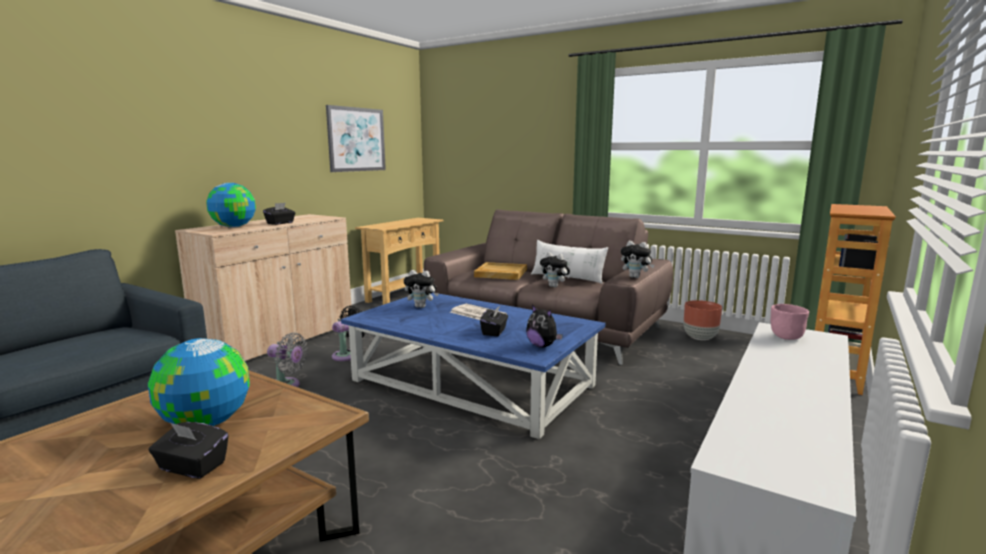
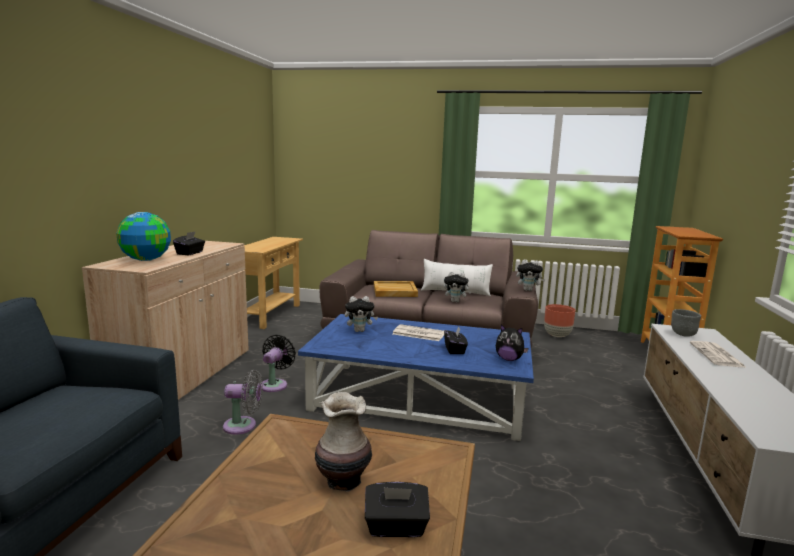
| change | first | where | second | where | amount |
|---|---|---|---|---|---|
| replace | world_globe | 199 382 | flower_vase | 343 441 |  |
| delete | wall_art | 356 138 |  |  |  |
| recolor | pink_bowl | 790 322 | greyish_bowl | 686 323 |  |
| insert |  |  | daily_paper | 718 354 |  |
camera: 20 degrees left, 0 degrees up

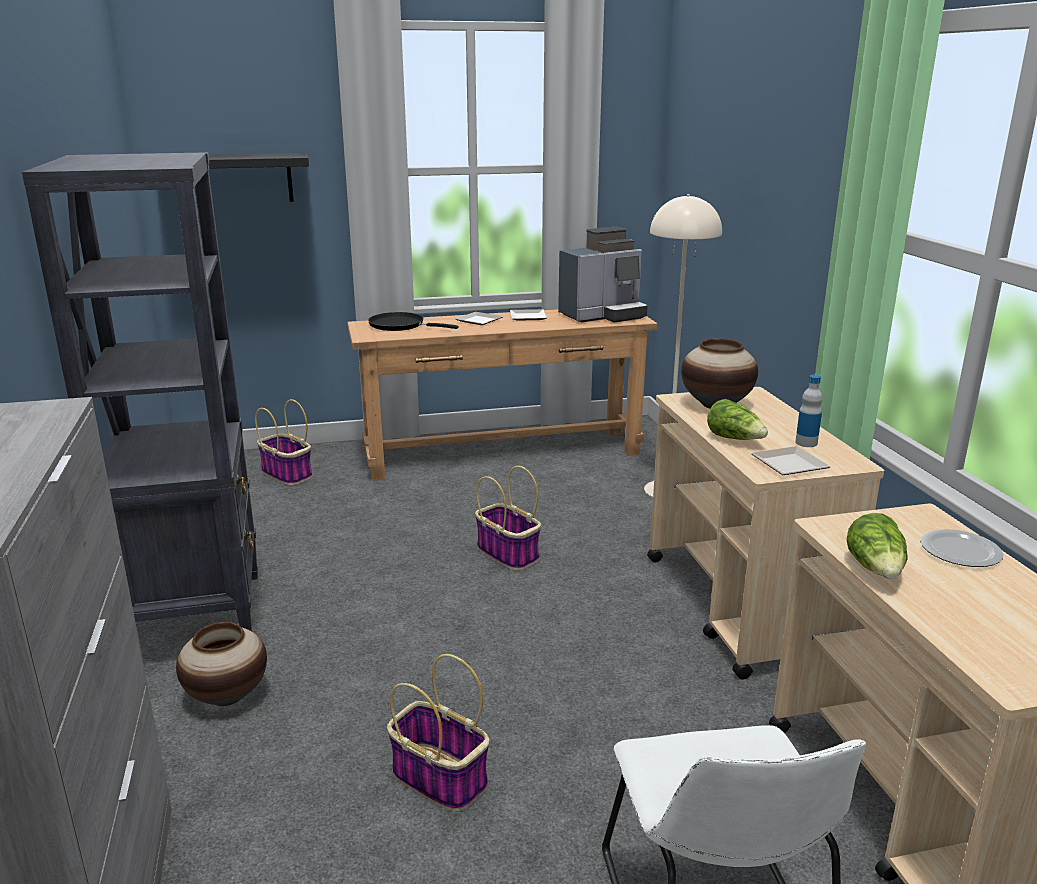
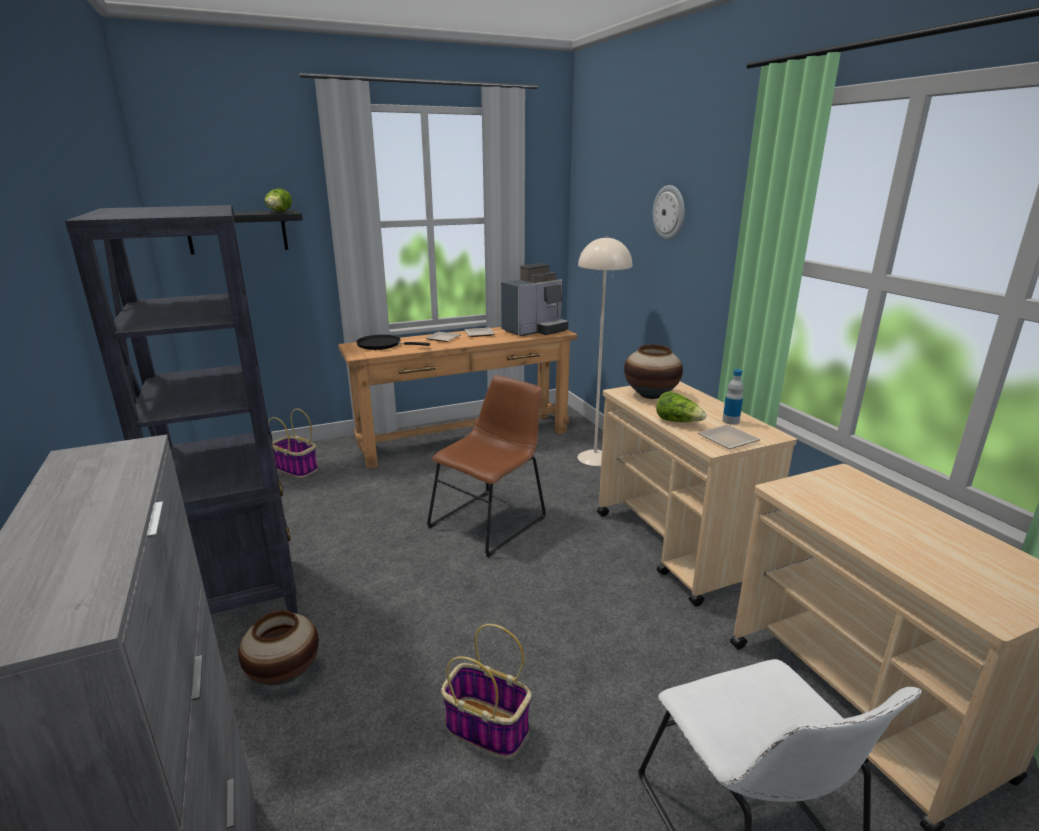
| change | first | where | second | where | amount |
|---|---|---|---|---|---|
| replace | basket | 508 518 | brownish_upright_chair | 486 466 |  |
| move | lettuce_head | 877 546 |  | 278 200 |  |
| delete | plate | 962 548 |  |  |  |
| insert |  |  | clock_on_the_wall | 669 212 |  |
camera: 10 degrees left, 0 degrees up

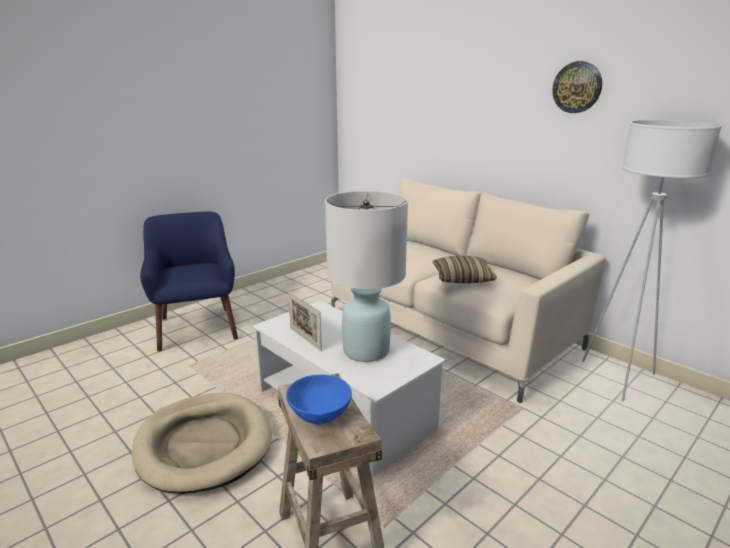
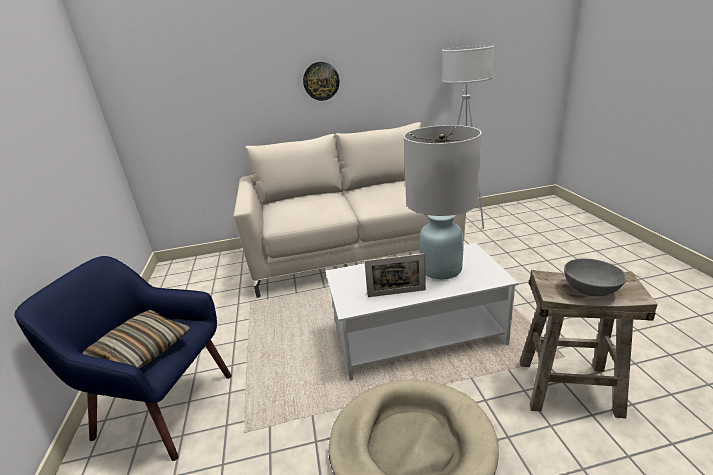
| change | first | where | second | where | amount |
|---|---|---|---|---|---|
| recolor | bluish_bowl | 319 399 | greyish_bowl | 595 278 |  |
| move | pillow | 464 269 |  | 136 339 |  |
| move | clock_on_the_wall | 577 87 |  | 321 81 |  |
camera: 55 degrees left, 5 degrees up

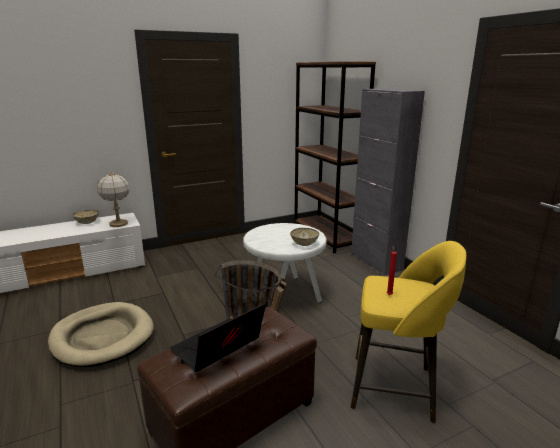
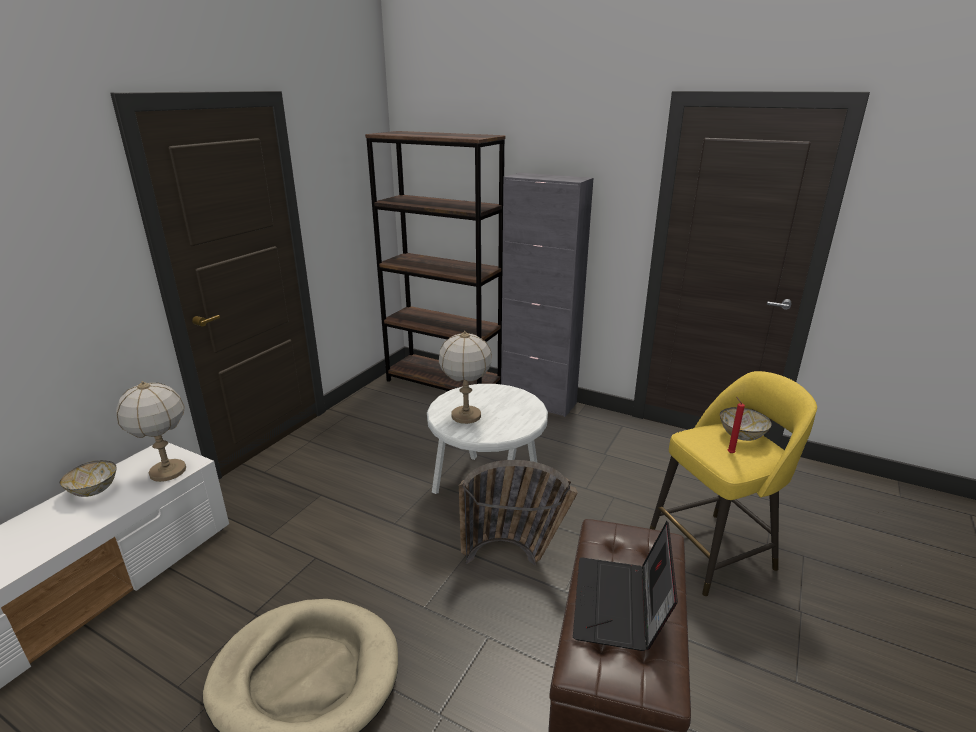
| change | first | where | second | where | amount |
|---|---|---|---|---|---|
| move | bowl | 304 237 |  | 745 424 |  |
| insert |  |  | lamp_for_a_table | 465 377 |  |
camera: 35 degrees left, 5 degrees up

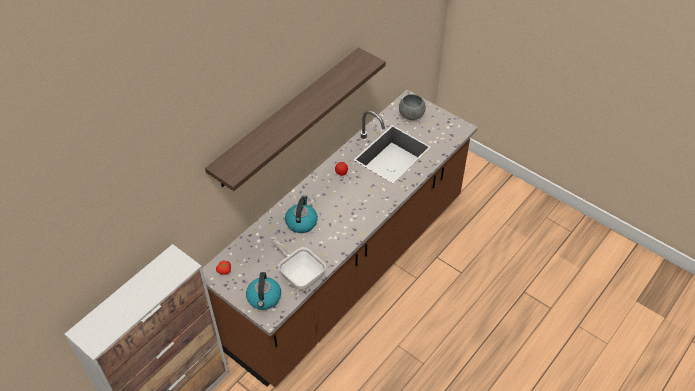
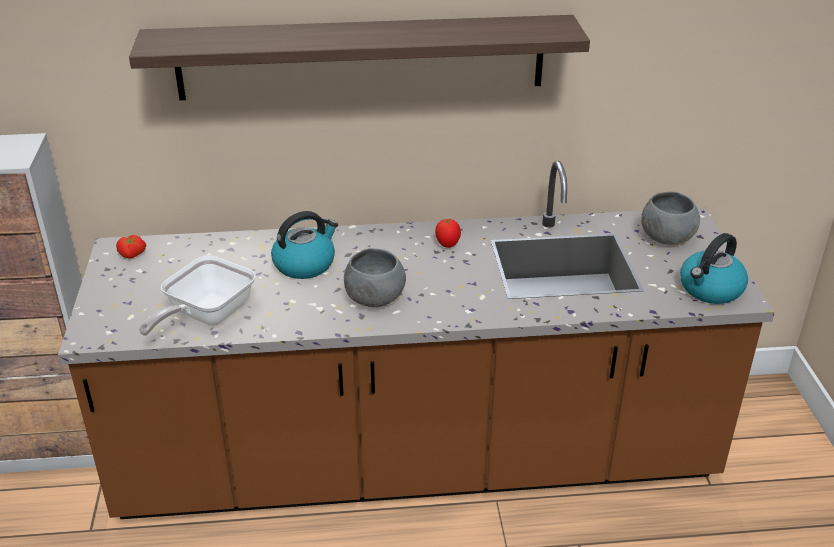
| change | first | where | second | where | amount |
|---|---|---|---|---|---|
| move | tea_kettle | 263 291 |  | 714 268 |  |
| rotate | skillet | 298 263 |  | 197 295 | 150 degrees counterclockwise |
| insert |  |  | greyish_bowl | 375 277 |  |
camera: 45 degrees right, 15 degrees down

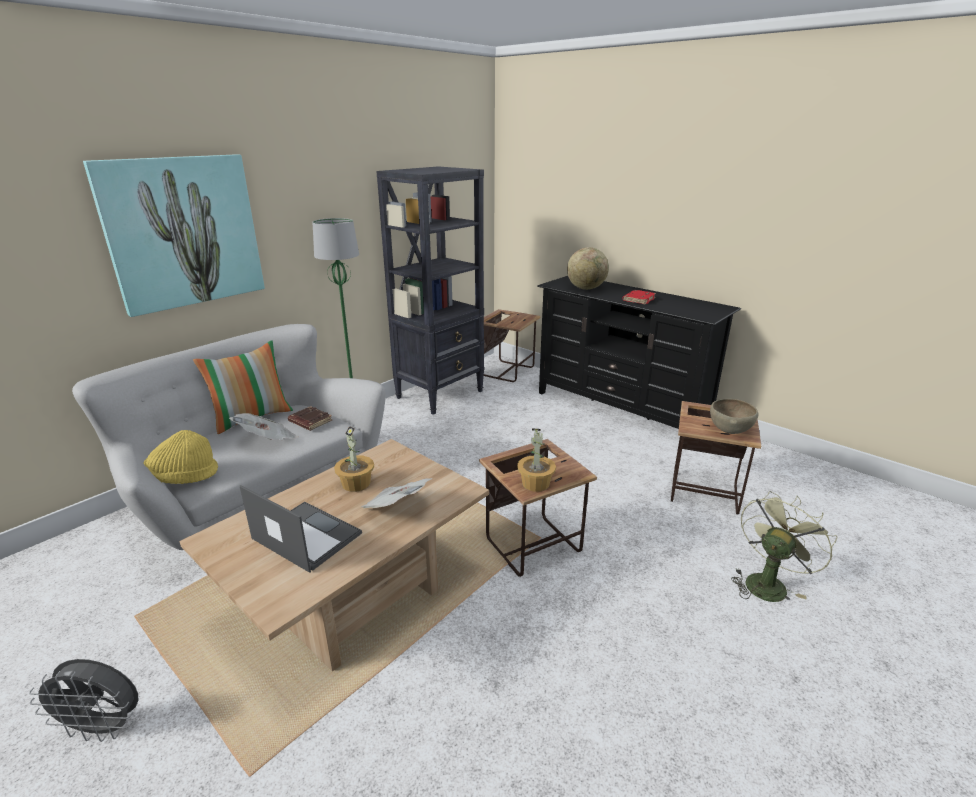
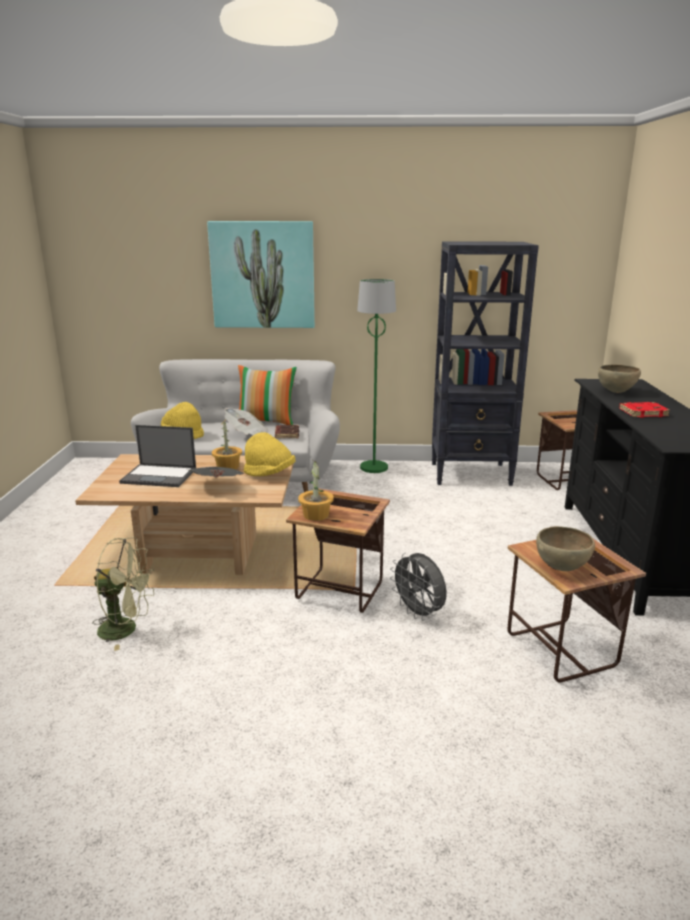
| change | first | where | second | where | amount |
|---|---|---|---|---|---|
| move | greyish_electric_fan | 83 700 |  | 418 587 |  |
| rotate | laptop | 301 529 |  | 157 456 | 105 degrees clockwise |
| replace | world_globe | 588 268 | brownish_bowl | 619 378 |  |
| move | green_electric_fan | 784 546 |  | 123 594 |  |
| insert |  |  | yellow-coloured_clothing_hat | 269 454 |  |
camera: 50 degrees right, 5 degrees down

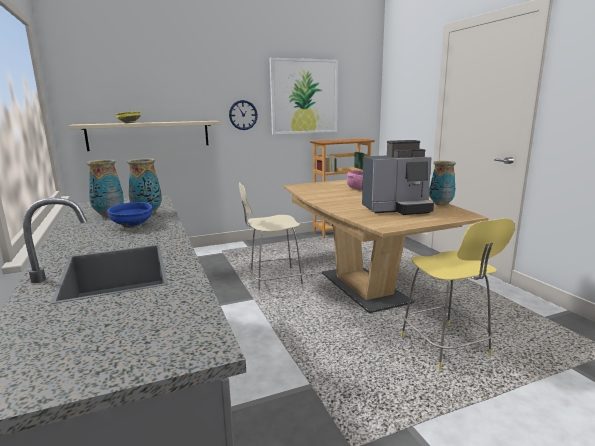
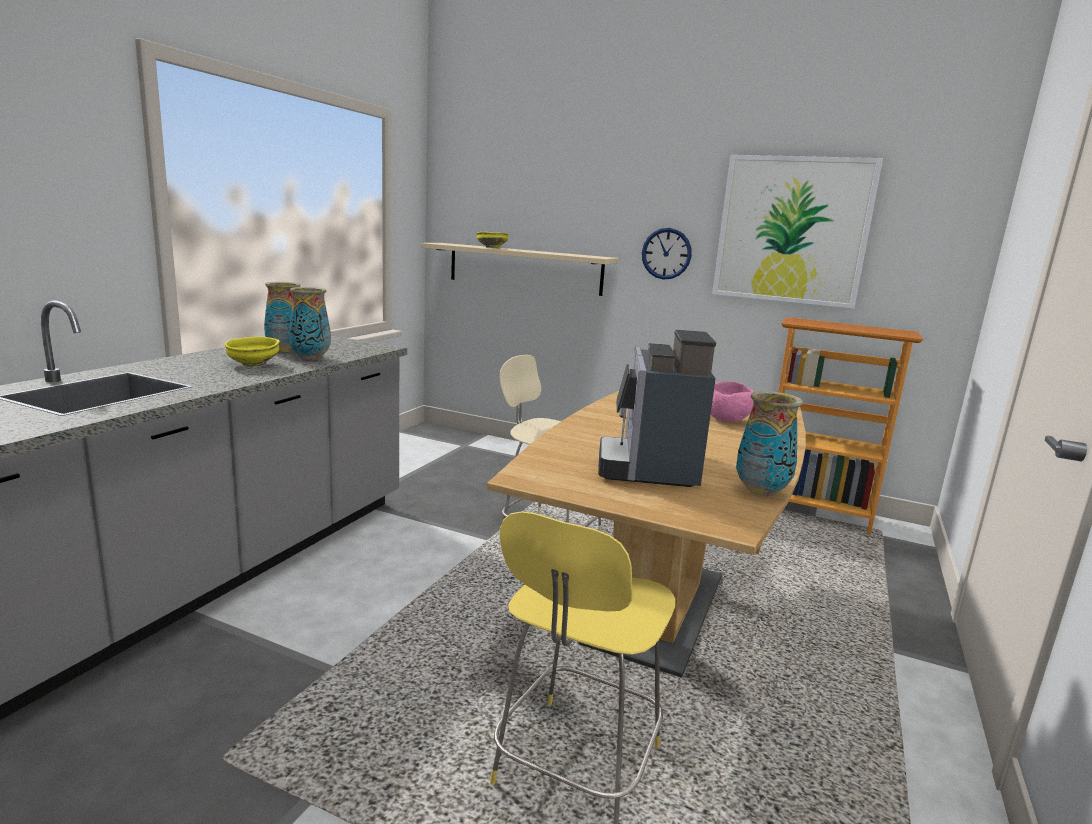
| change | first | where | second | where | amount |
|---|---|---|---|---|---|
| recolor | bluish_bowl | 130 215 | yellow-coloured_bowl | 252 352 |  |
| rotate | coffee_machine | 398 177 |  | 657 408 | 60 degrees clockwise |
camera: 45 degrees right, 0 degrees up

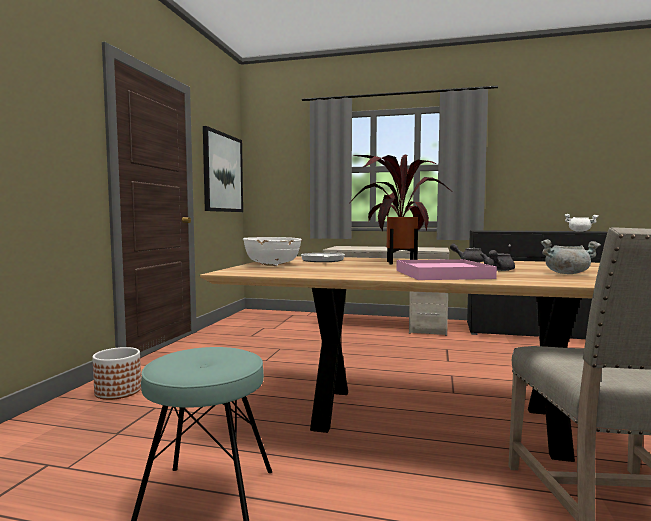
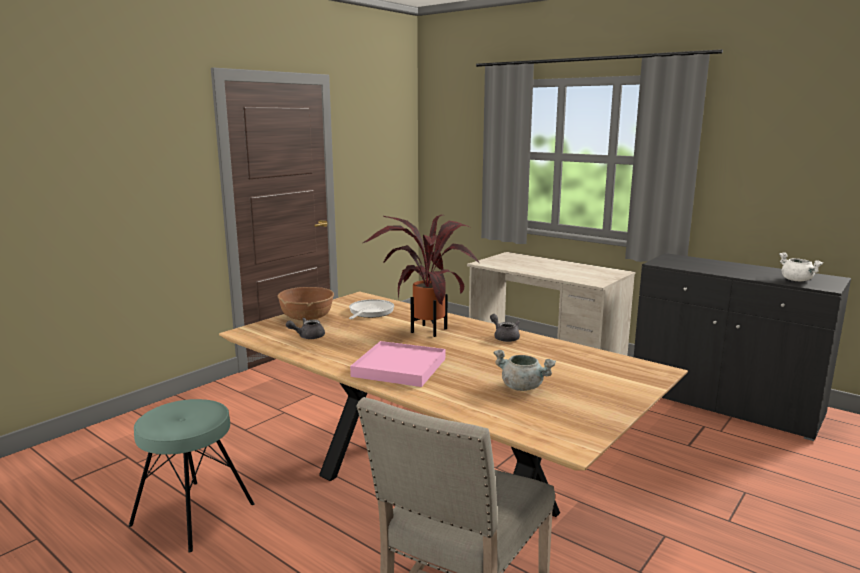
| change | first | where | second | where | amount |
|---|---|---|---|---|---|
| delete | flower_pot | 116 373 |  |  |  |
| delete | wall_art | 223 169 |  |  |  |
| recolor | whitish_bowl | 272 251 | brownish_bowl | 306 304 |  |
| move | greyish_teapot | 497 260 |  | 305 328 |  |
camera: 25 degrees right, 10 degrees up

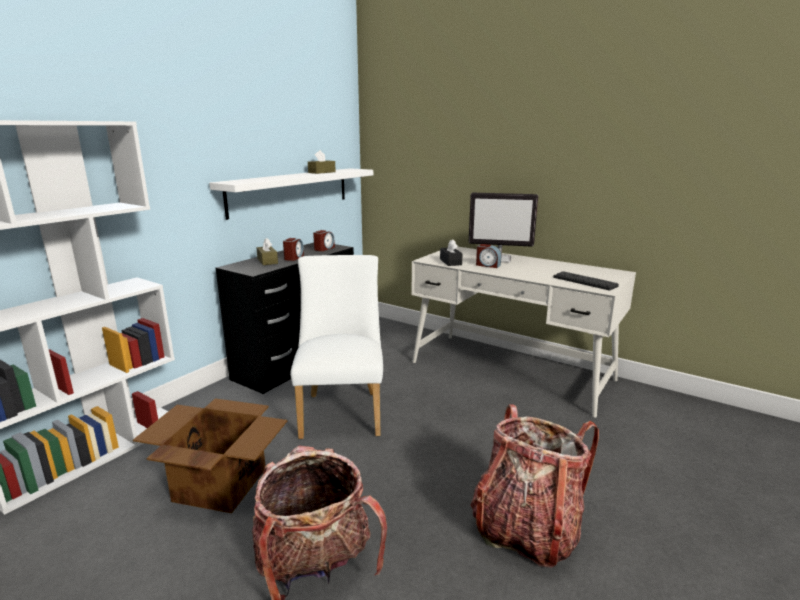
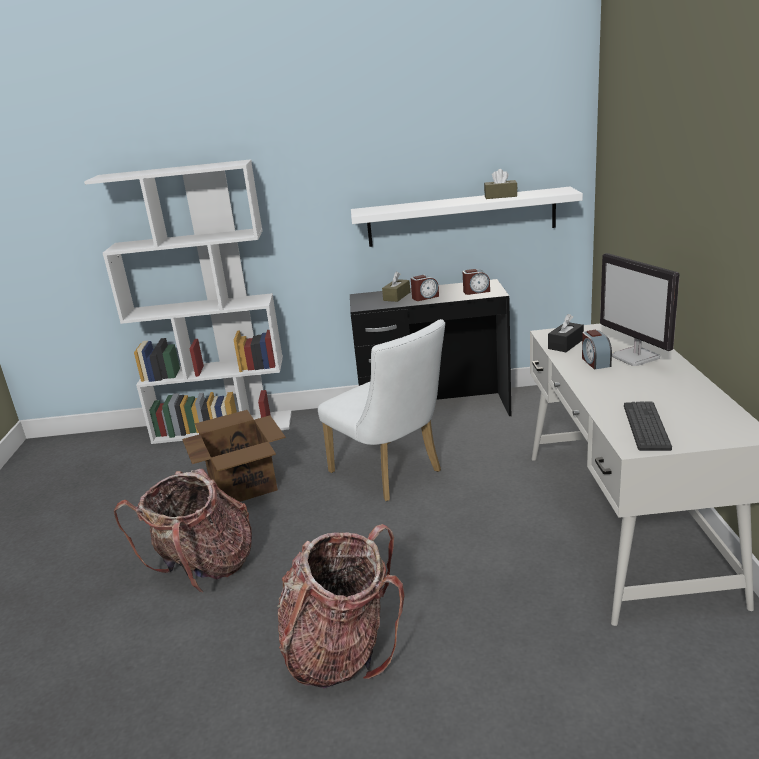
| change | first | where | second | where | amount |
|---|---|---|---|---|---|
| rotate | whitish_upright_chair | 336 347 |  | 381 410 | 90 degrees clockwise |
camera: 55 degrees right, 5 degrees up

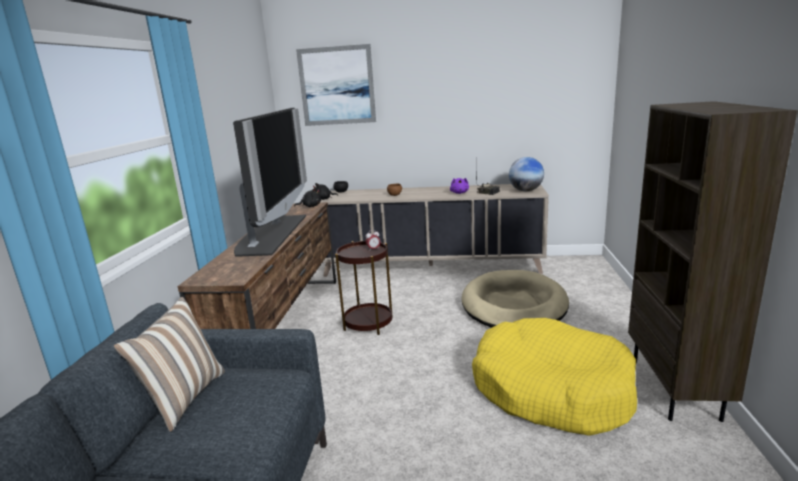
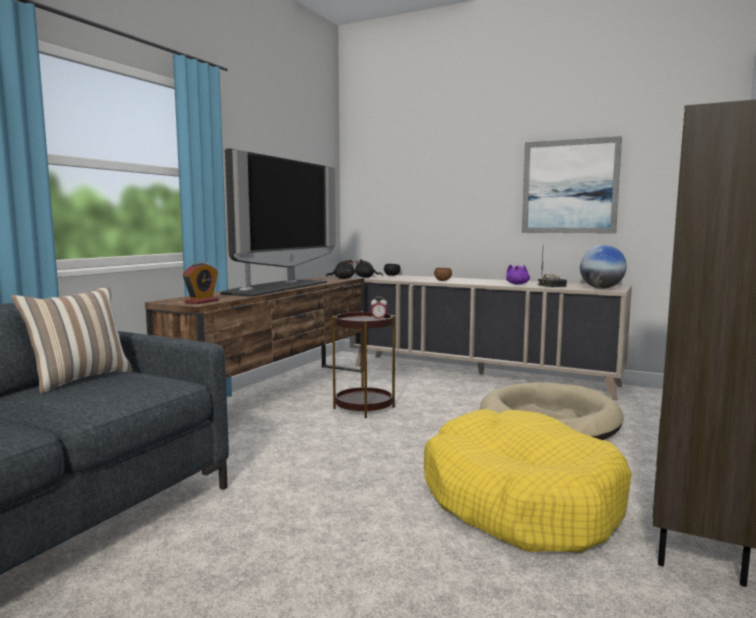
| change | first | where | second | where | amount |
|---|---|---|---|---|---|
| move | wall_art | 336 85 |  | 572 185 |  |
| insert |  |  | table_clock | 201 283 |  |
camera: 20 degrees right, 10 degrees down

